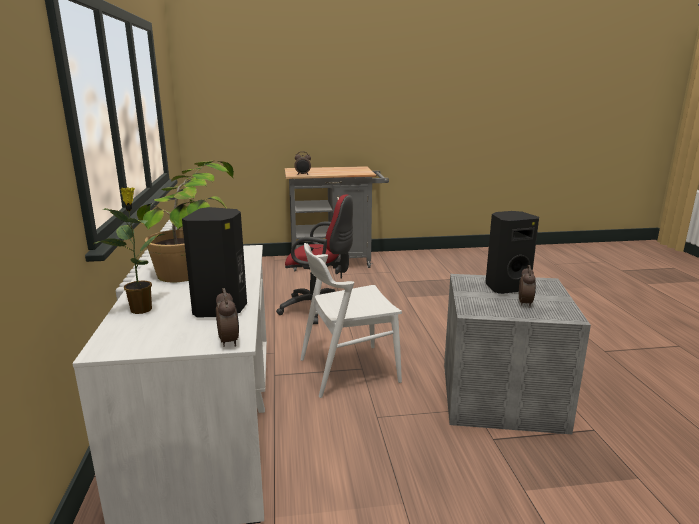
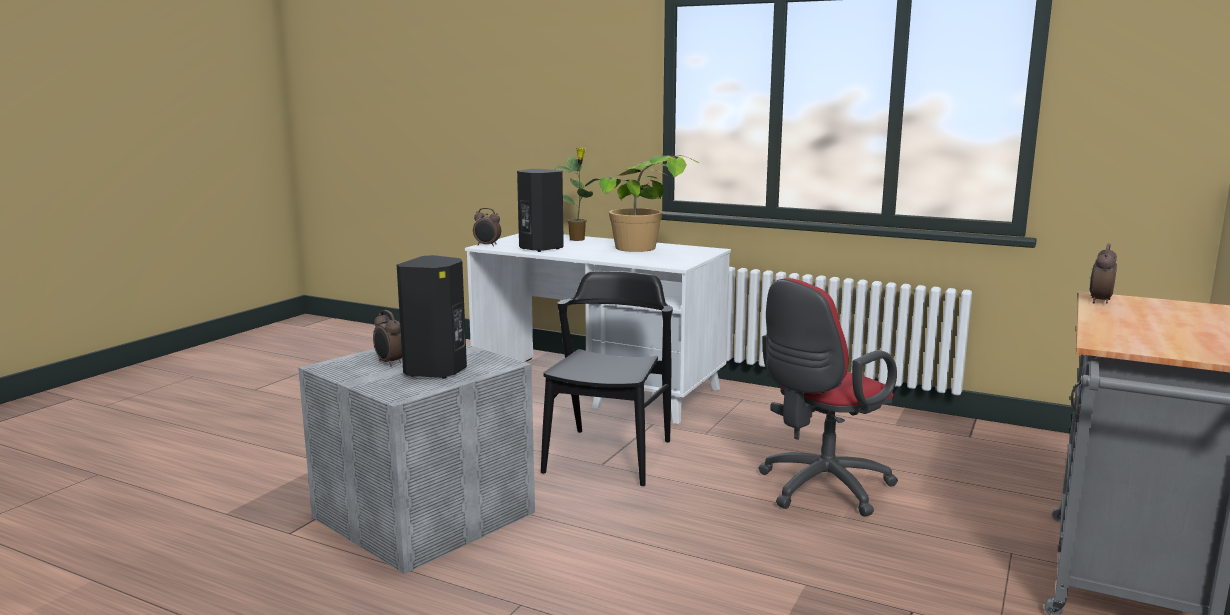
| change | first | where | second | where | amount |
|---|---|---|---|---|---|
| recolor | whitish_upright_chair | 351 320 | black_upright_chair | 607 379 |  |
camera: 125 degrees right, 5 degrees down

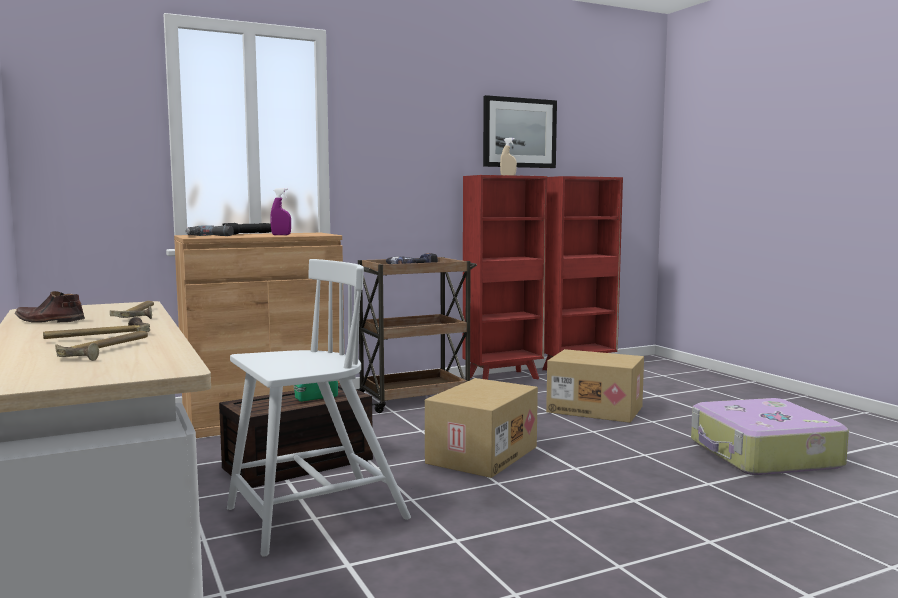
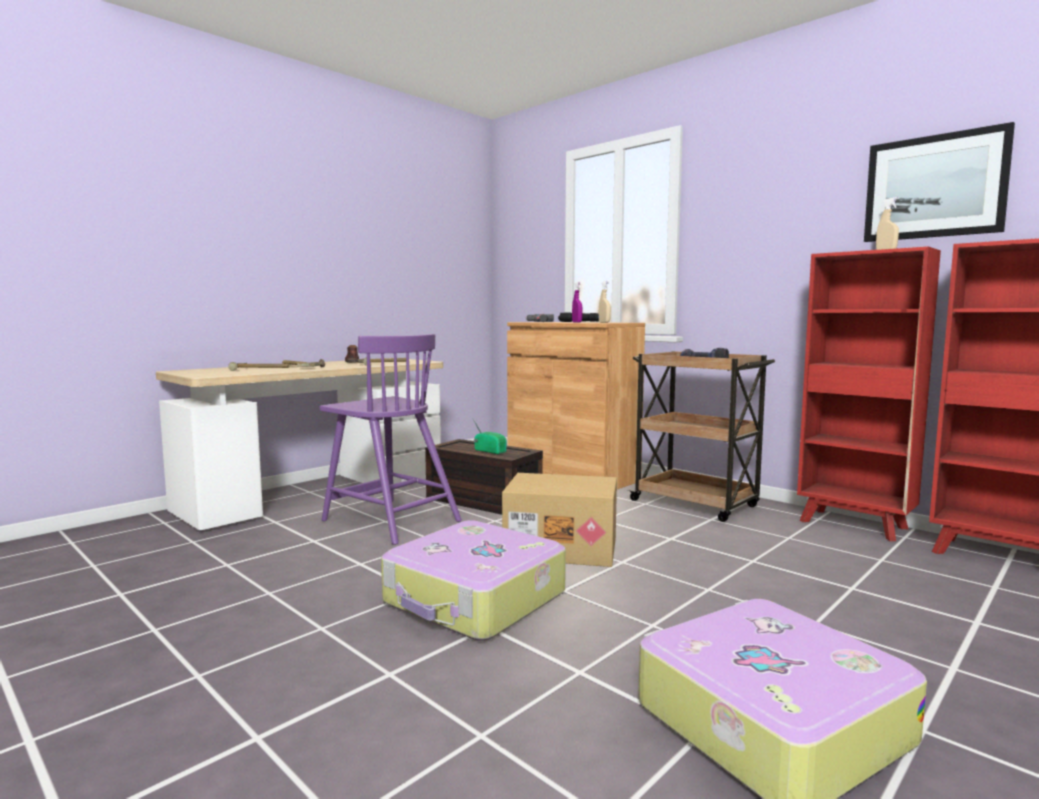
| change | first | where | second | where | amount |
|---|---|---|---|---|---|
| recolor | whitish_upright_chair | 319 408 | purple_upright_chair | 391 439 |  |
| delete | cardboard_box | 595 386 |  |  |  |
| insert |  |  | travel_case | 473 580 |  |
| insert |  |  | sand-coloured_spray_bottle | 605 302 |  |
camera: 70 degrees right, 0 degrees up

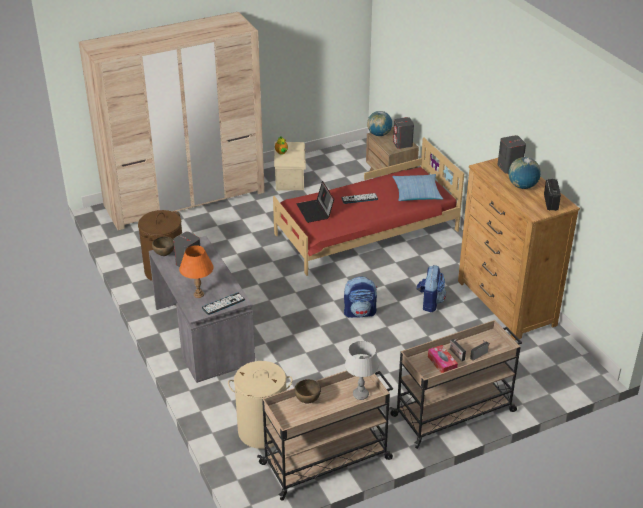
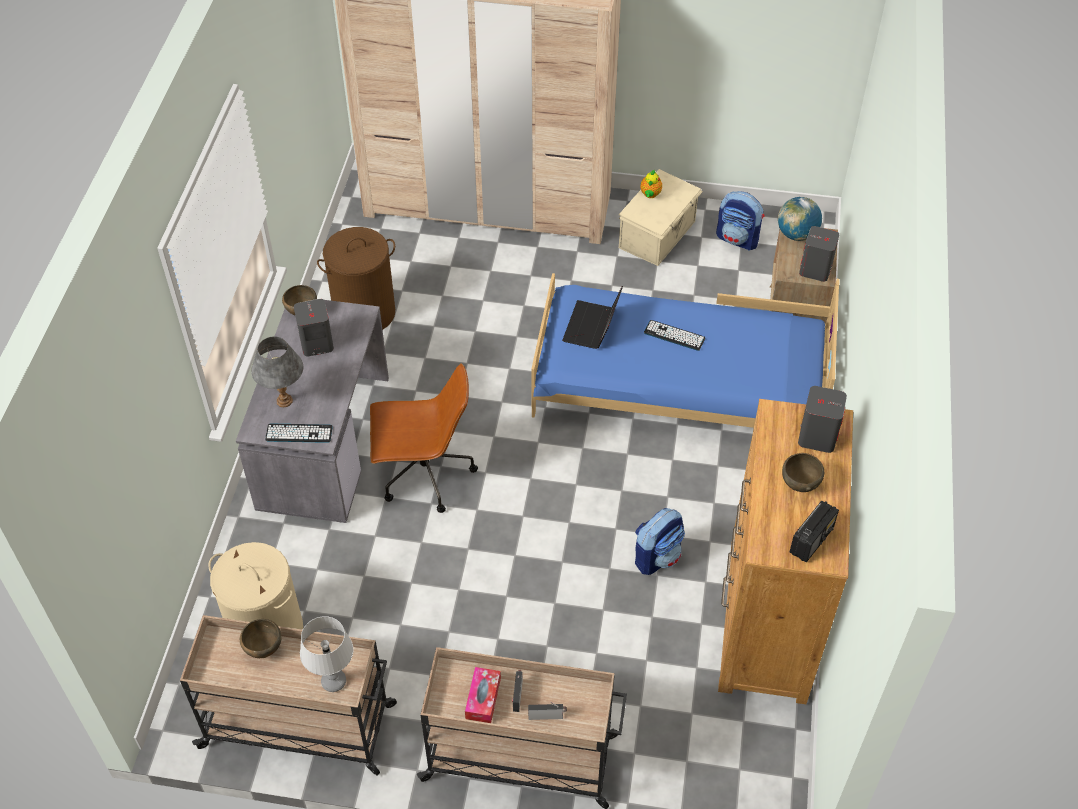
| change | first | where | second | where | amount |
|---|---|---|---|---|---|
| recolor | orange_lamp_for_a_table | 196 271 | greyish_lamp_for_a_table | 277 372 |  |
| recolor | red-coloured_bed | 368 207 | bluish_bed | 685 350 |  |
| move | knapsack | 360 297 |  | 740 220 |  |
| delete | pillow | 417 187 |  |  |  |
| replace | world_globe | 525 173 | brownish_bowl | 803 472 |  |
| insert |  |  | brownish_computer_chair | 424 438 |  |
camera: 35 degrees right, 15 degrees up

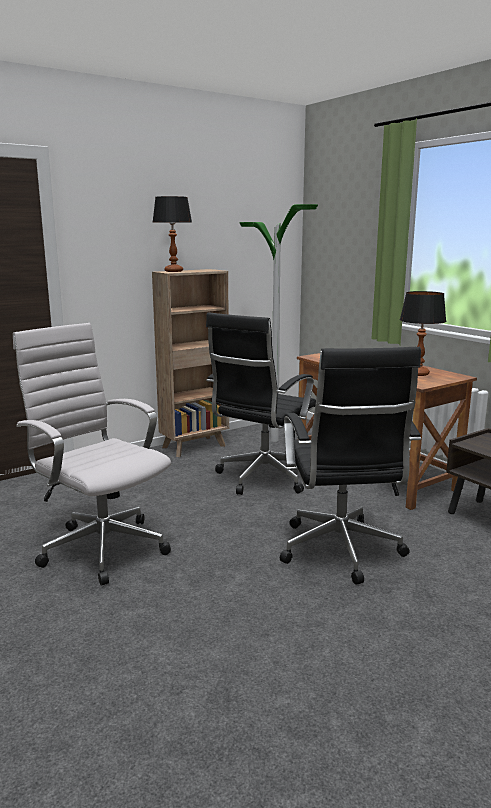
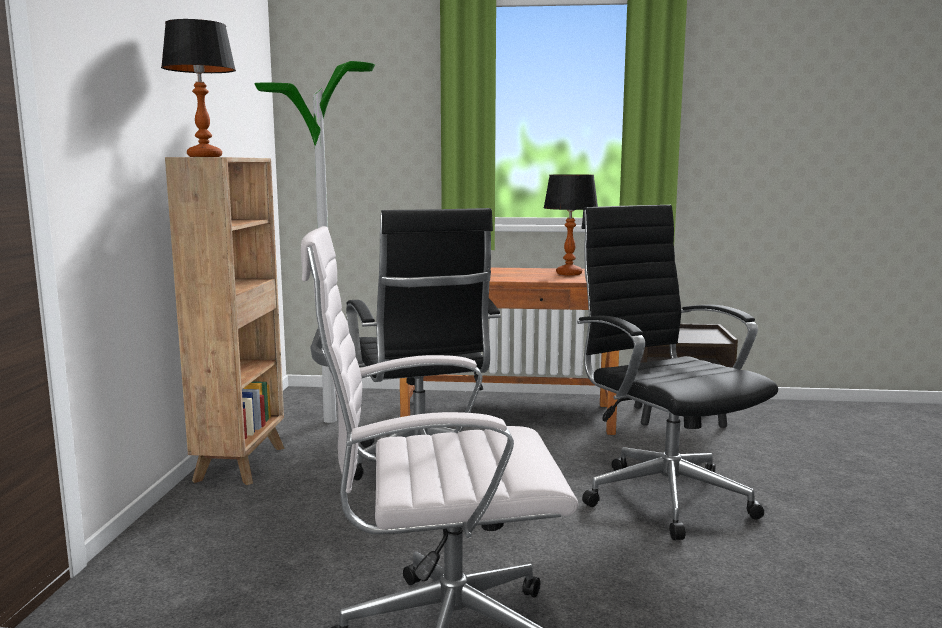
| change | first | where | second | where | amount |
|---|---|---|---|---|---|
| rotate | black_computer_chair | 350 466 |  | 677 372 | 150 degrees counterclockwise |
camera: 50 degrees left, 5 degrees down

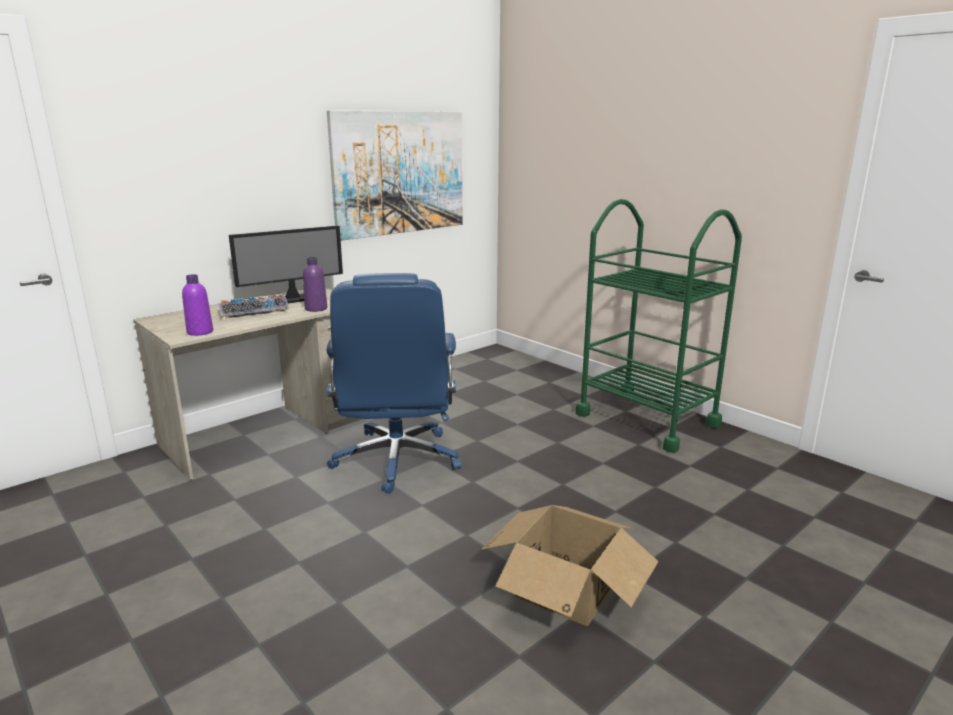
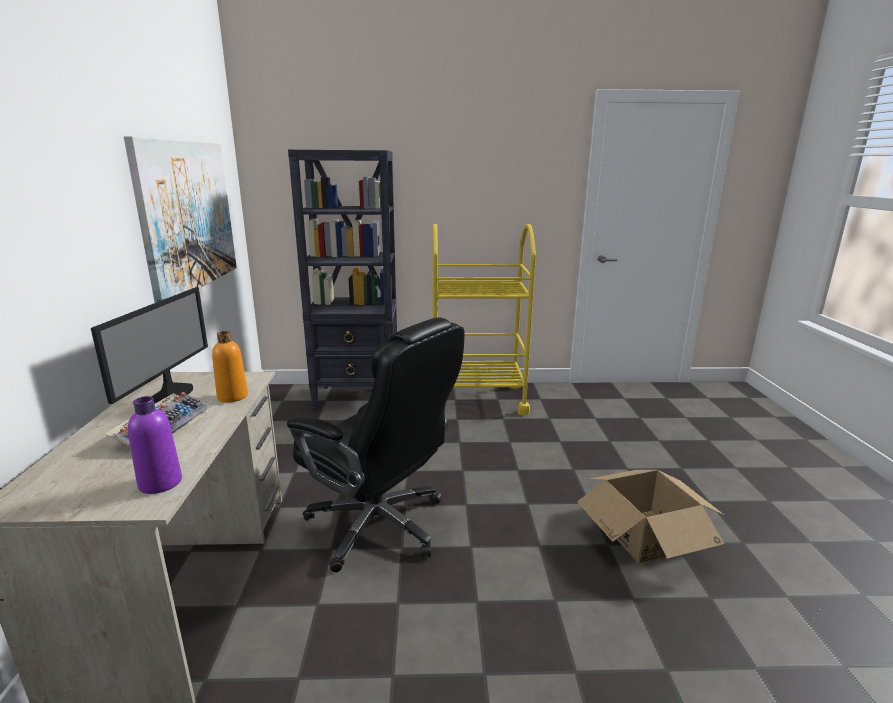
| change | first | where | second | where | amount |
|---|---|---|---|---|---|
| recolor | purple_beverage_bottle | 315 284 | orange_beverage_bottle | 230 366 |  |
| recolor | bluish_computer_chair | 394 383 | black_computer_chair | 375 444 |  |
| recolor | green_cart | 659 326 | yellow-coloured_cart | 484 320 |  |
| insert |  |  | black_bookshelf | 342 281 |  |
camera: 50 degrees left, 0 degrees up

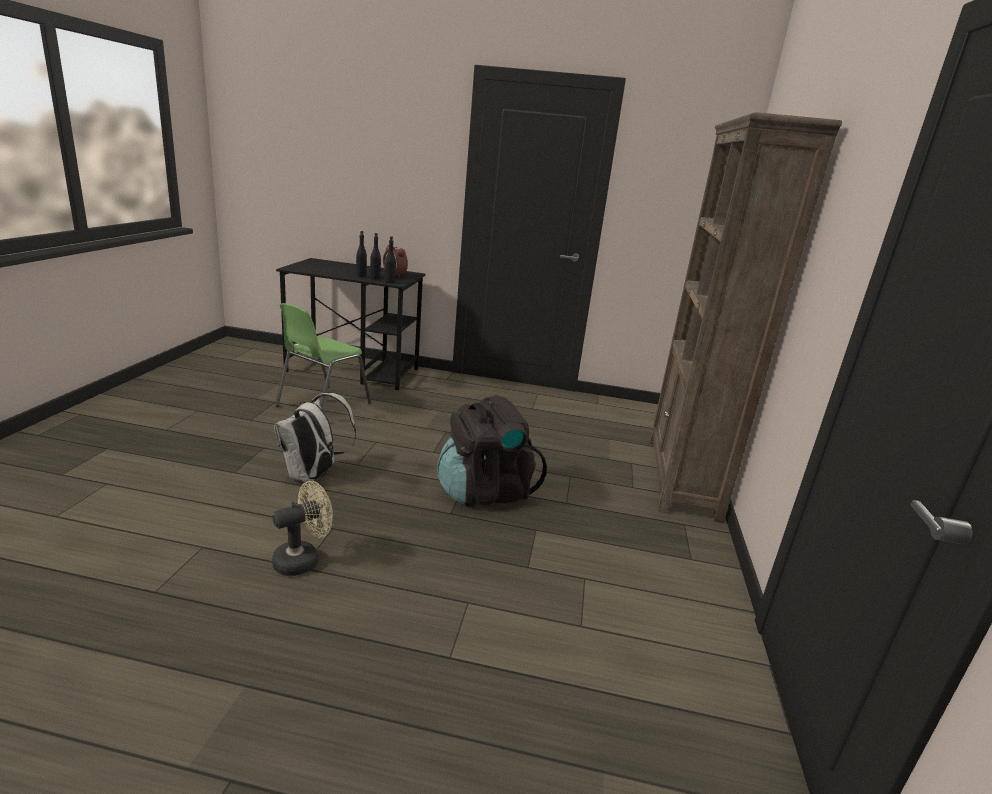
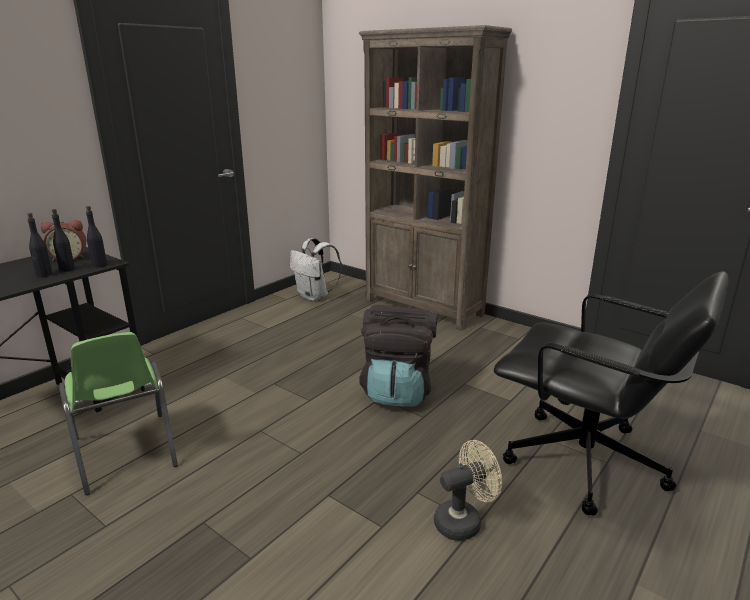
| change | first | where | second | where | amount |
|---|---|---|---|---|---|
| rotate | sand-coloured_electric_fan | 302 528 |  | 468 490 | 75 degrees clockwise |
| move | whitish_knapsack | 315 437 |  | 316 269 |  |
| insert |  |  | black_computer_chair | 611 394 |  |
camera: 60 degrees left, 0 degrees up

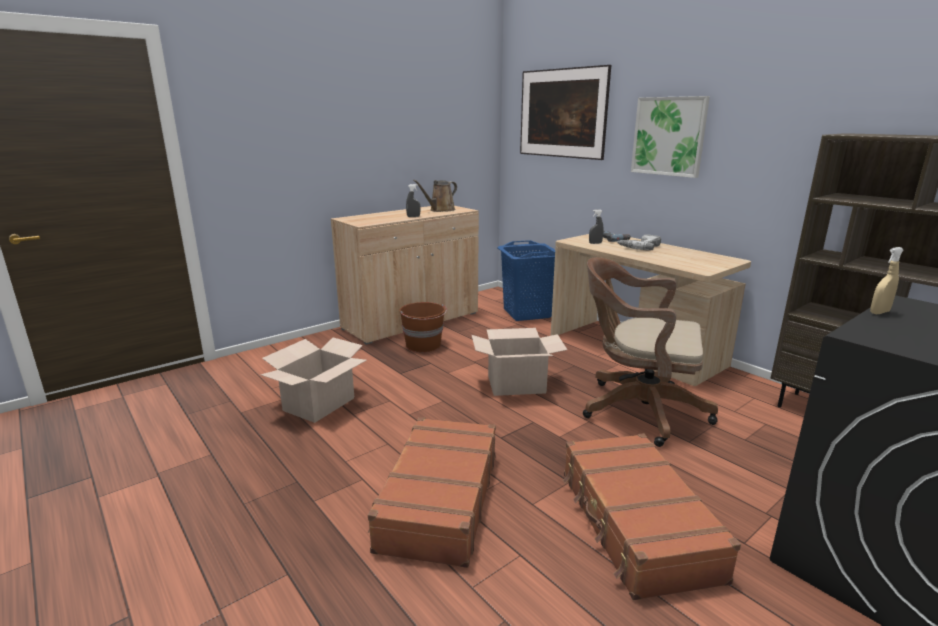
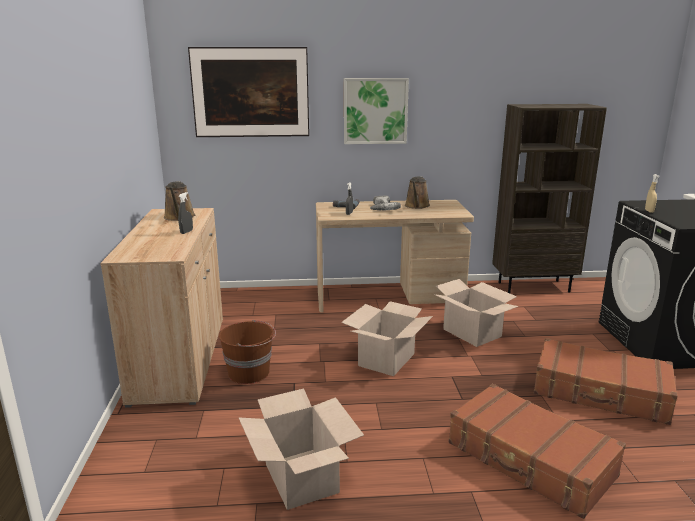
| change | first | where | second | where | amount |
|---|---|---|---|---|---|
| delete | bluish_laundry_basket | 526 280 |  |  |  |
| replace | brownish_computer_chair | 650 352 | cardboard_box | 476 313 |  |
| insert |  |  | brownish_watering_pot | 417 192 |  |
camera: 55 degrees left, 0 degrees up

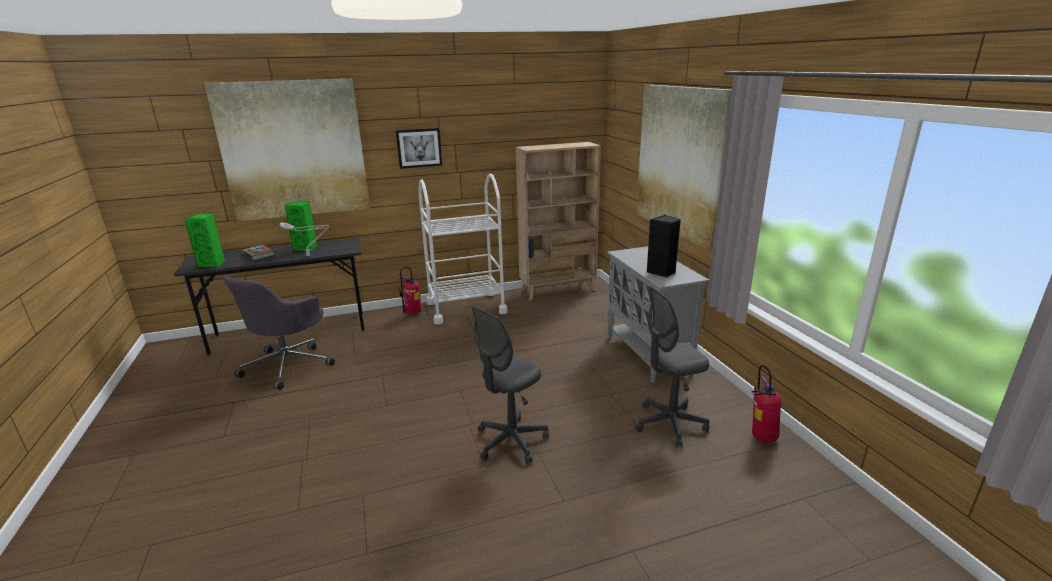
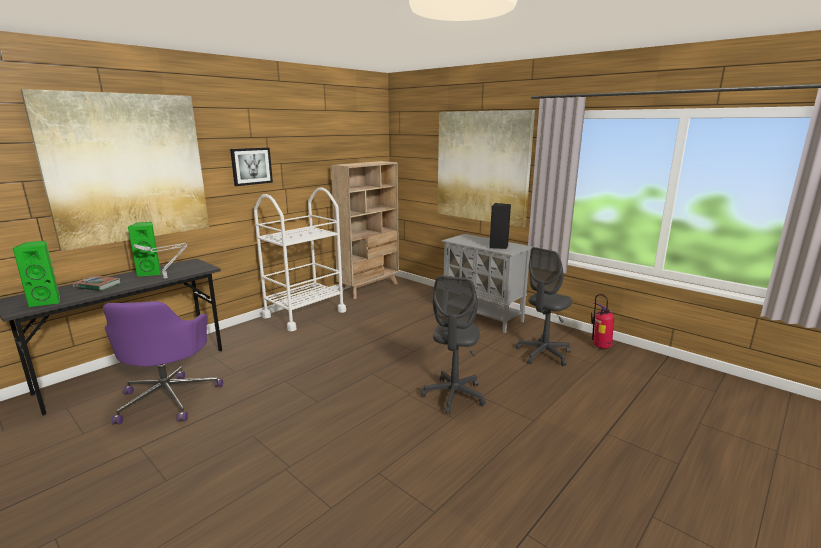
| change | first | where | second | where | amount |
|---|---|---|---|---|---|
| recolor | greyish_computer_chair | 279 333 | purple_computer_chair | 163 363 |  |
| delete | extinguisher | 409 291 |  |  |  |
camera: 30 degrees left, 5 degrees down

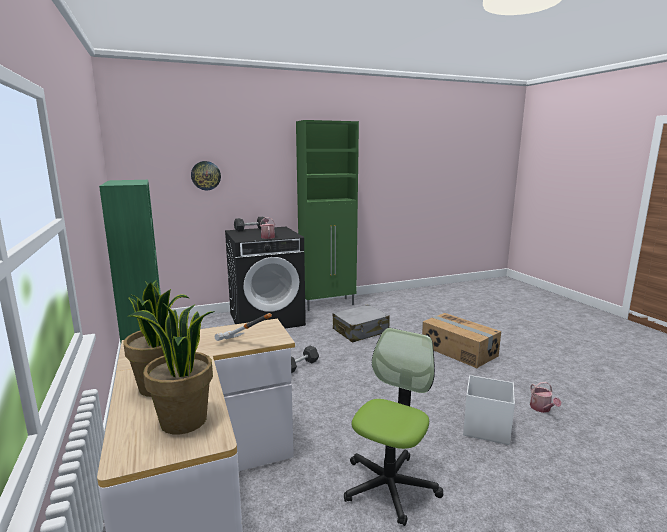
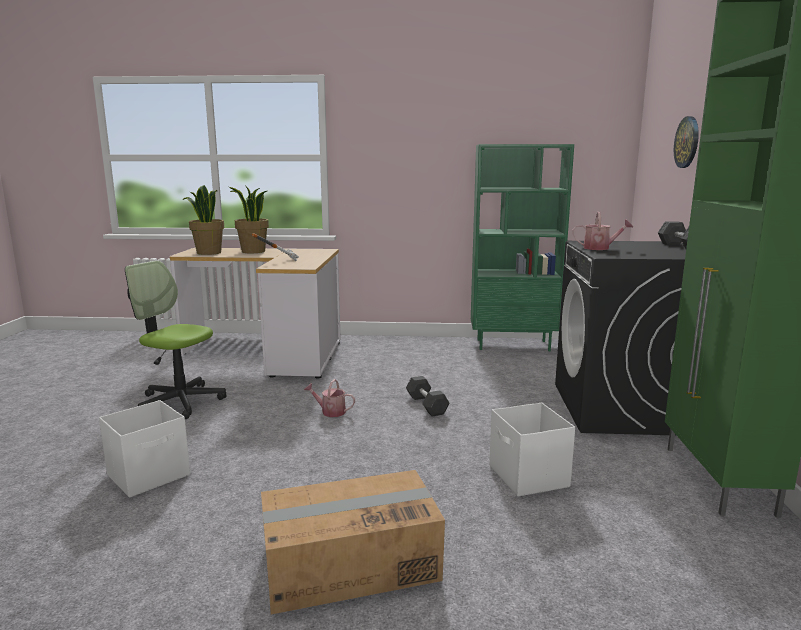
| change | first | where | second | where | amount |
|---|---|---|---|---|---|
| replace | greyish_travel_case | 361 323 | whitish_storage_bin | 532 449 |  |
| rotate | computer_chair | 393 427 |  | 176 339 | 150 degrees clockwise |
| move | watering_pot | 545 397 |  | 329 398 |  |
camera: 115 degrees right, 0 degrees up

